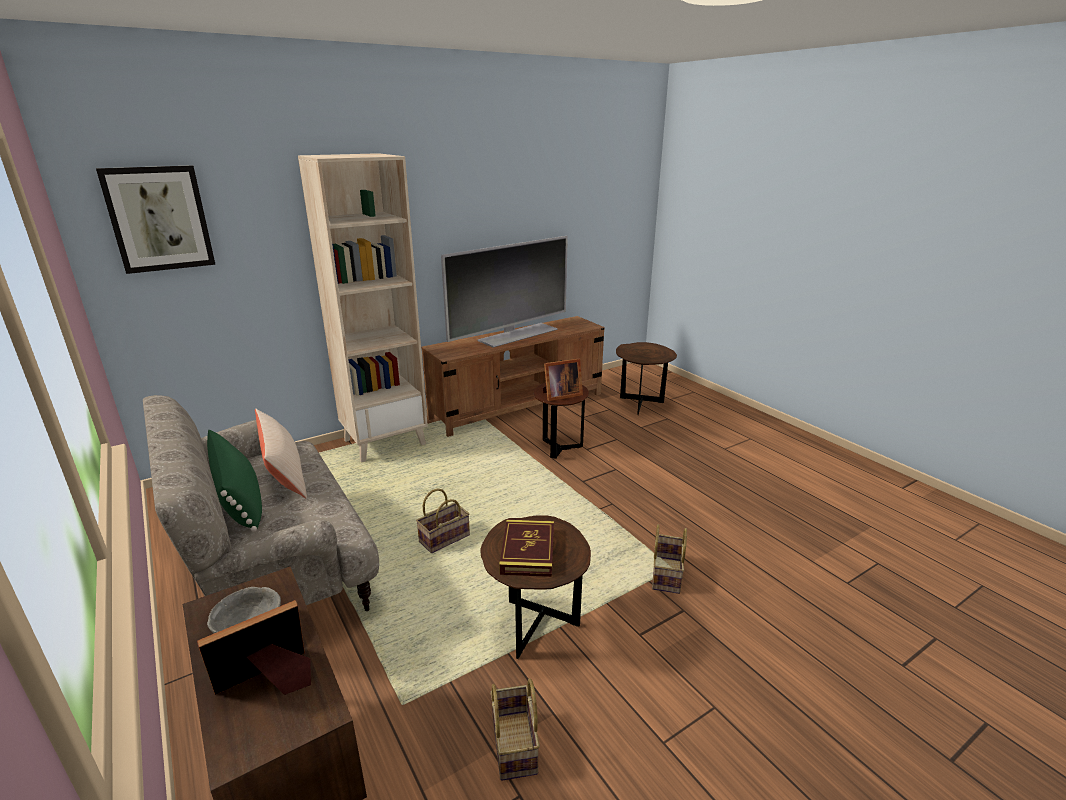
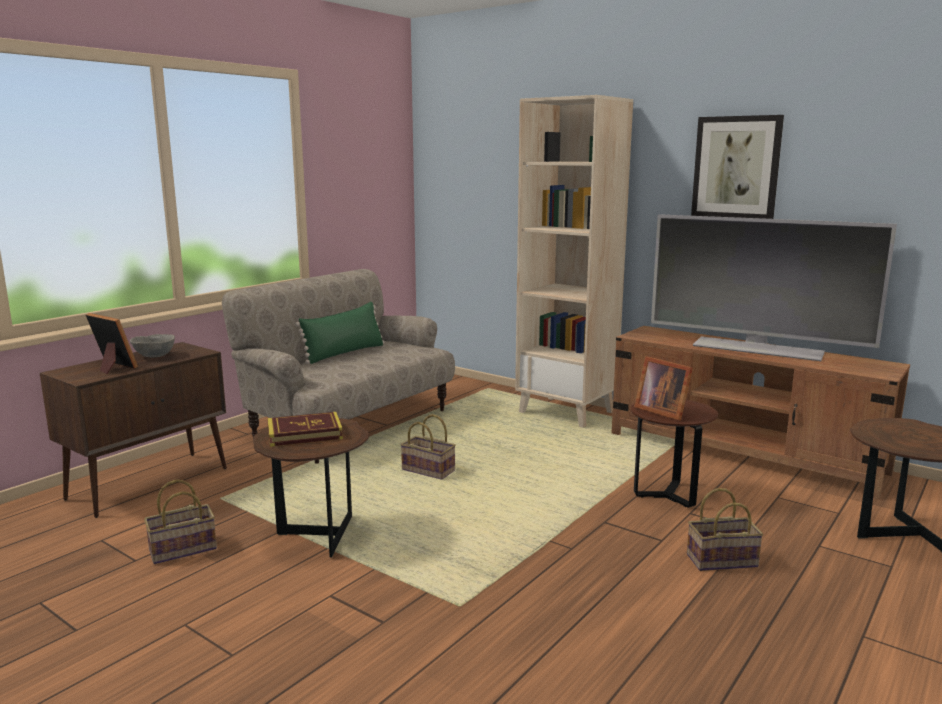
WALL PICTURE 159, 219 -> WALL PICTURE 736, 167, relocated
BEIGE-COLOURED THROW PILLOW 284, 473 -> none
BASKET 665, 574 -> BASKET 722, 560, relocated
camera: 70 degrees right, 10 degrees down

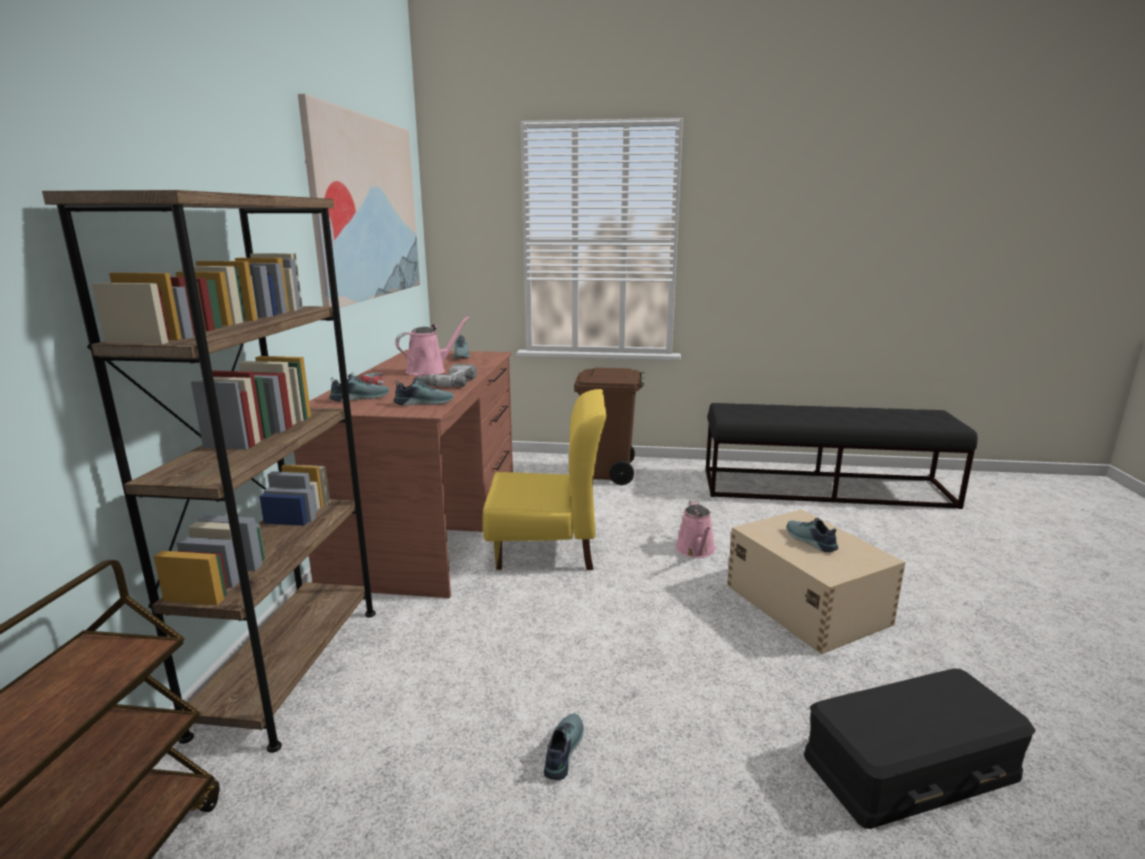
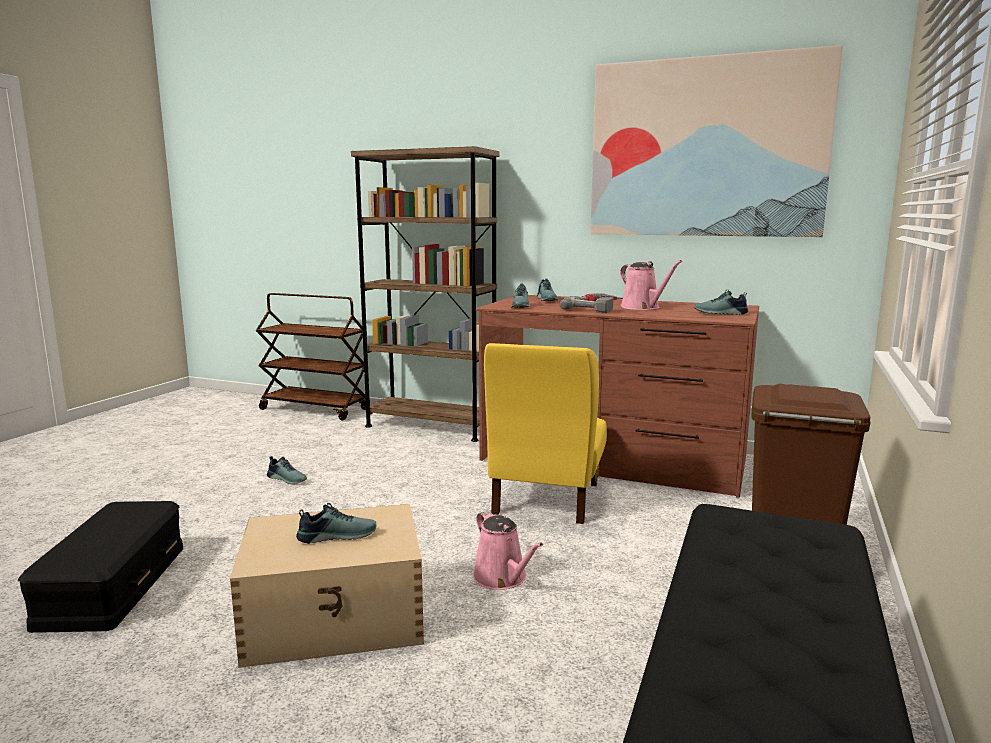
PINKISH WATERING POT 696, 550 -> PINKISH WATERING POT 502, 578, 135 degrees counterclockwise
camera: 105 degrees right, 5 degrees down

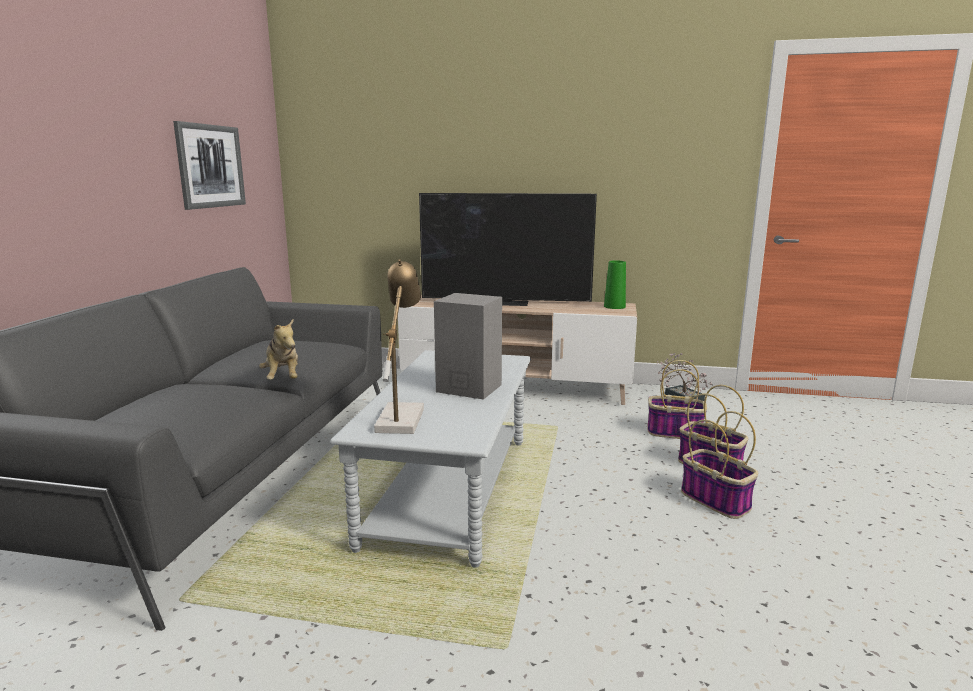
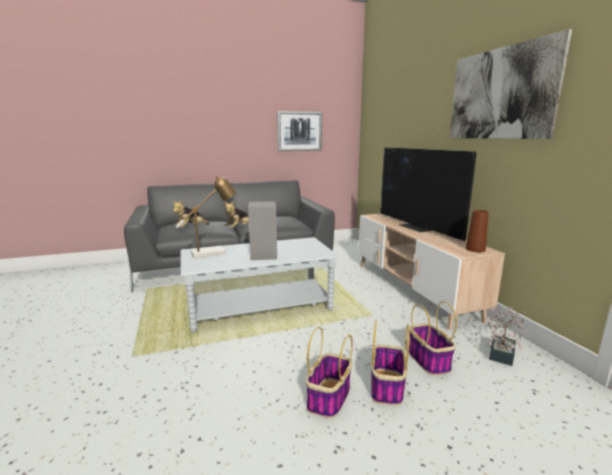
GREEN-COLOURED DECORATIVE VASE 614, 306 -> BROWN-COLOURED DECORATIVE VASE 475, 249
none -> WALL PICTURE 500, 94
none -> PLUSH TOY 191, 228
camera: 60 degrees right, 0 degrees up

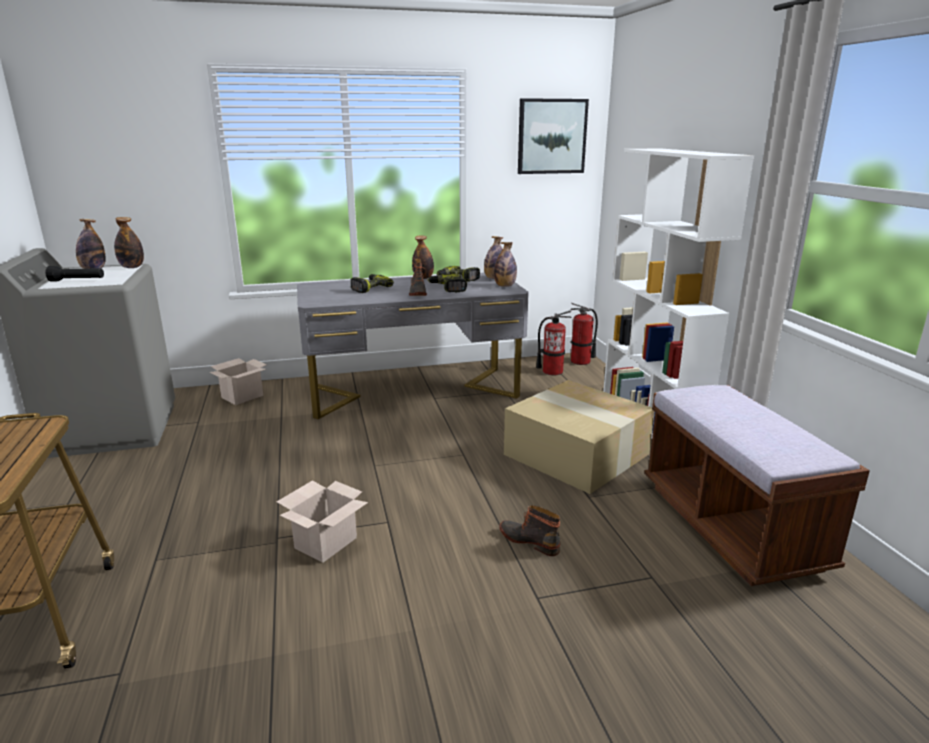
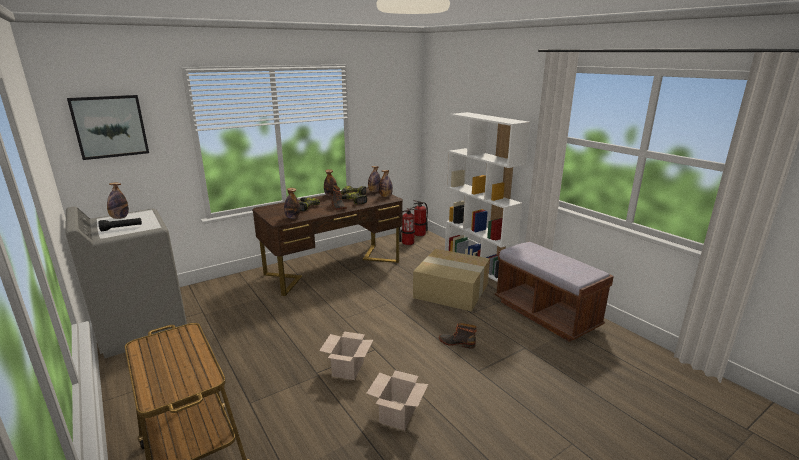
WALL PICTURE 551, 136 -> WALL PICTURE 110, 126, relocated
BEVERAGE BOTTLE 132, 267 -> BEVERAGE BOTTLE 292, 217, relocated
GRAY DESK UNIT 413, 392 -> BROWN-COLOURED DESK UNIT 333, 268
PACKING BOX 243, 396 -> PACKING BOX 397, 414, relocated
camera: 20 degrees left, 0 degrees up

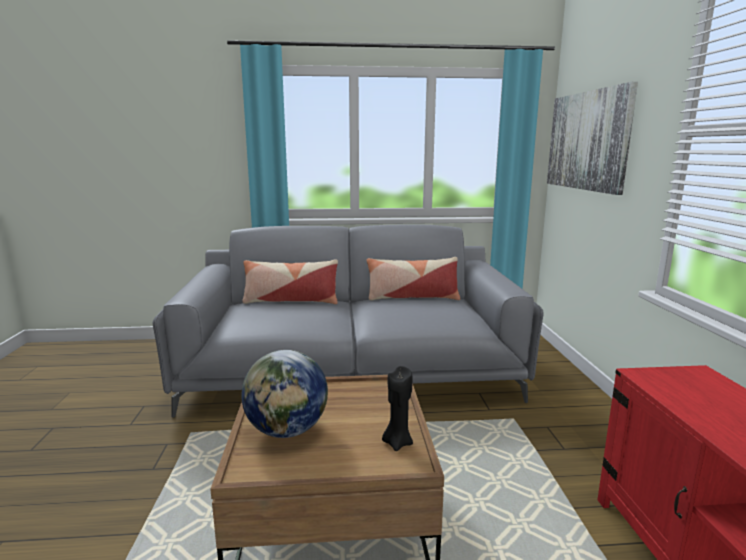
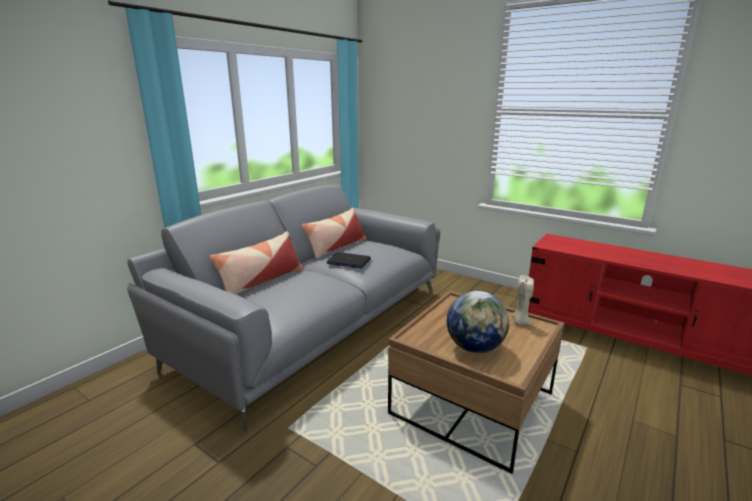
WALL PICTURE 587, 141 -> none
BLACK-COLOURED WAX LIGHT 397, 442 -> BEIGE-COLOURED WAX LIGHT 520, 322
none -> PORTABLE COMPUTER 348, 261
camera: 50 degrees left, 5 degrees up

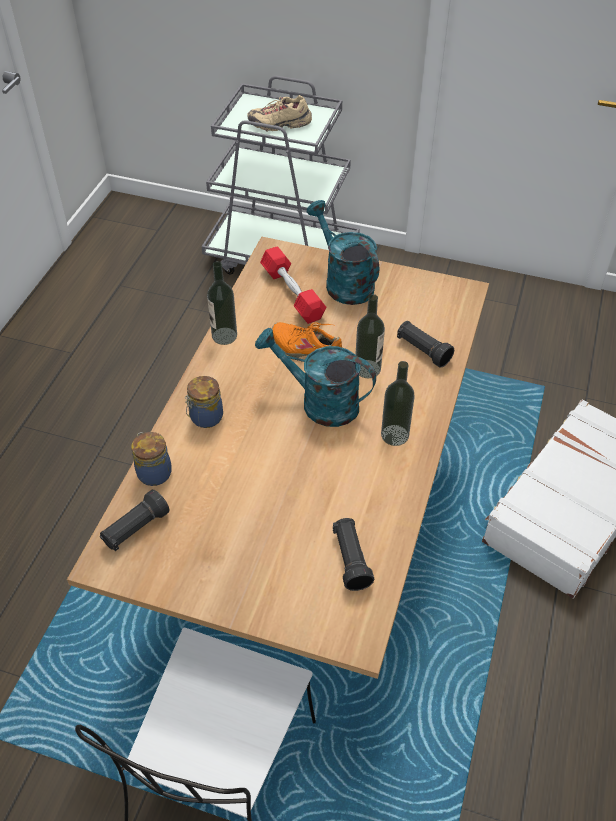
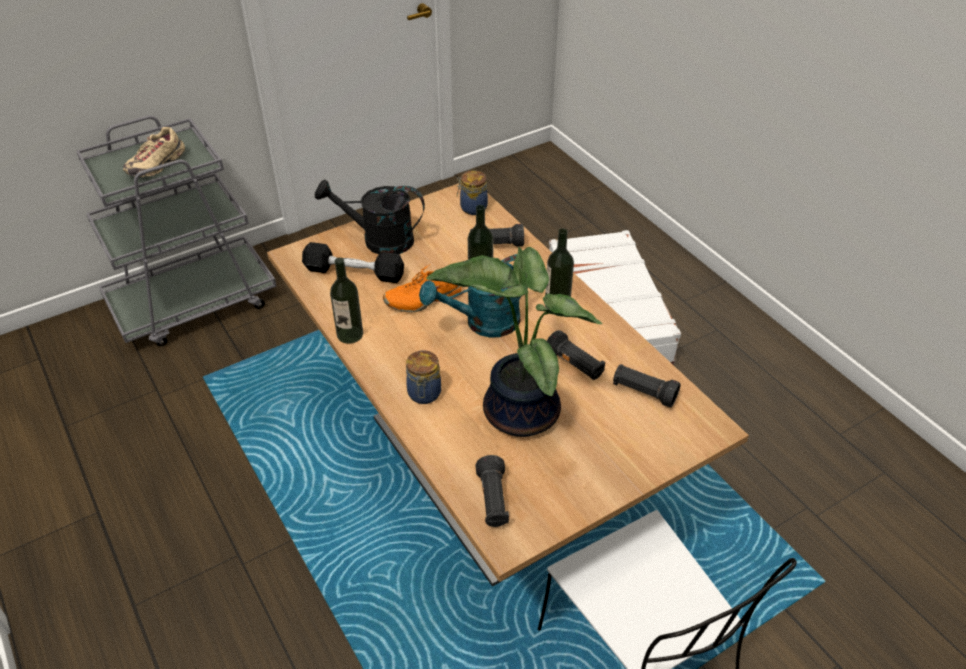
TURQUOISE-COLOURED WATERING POT 343, 282 -> BLACK-COLOURED WATERING POT 379, 240
RED HAND WEIGHT 292, 293 -> BLACK-COLOURED HAND WEIGHT 354, 272
STORAGE JAR 153, 472 -> STORAGE JAR 472, 208, relocated
none -> POTTED PLANT 517, 410
none -> BLACK-COLOURED FLASHLIGHT 575, 365
camera: 50 degrees left, 5 degrees down

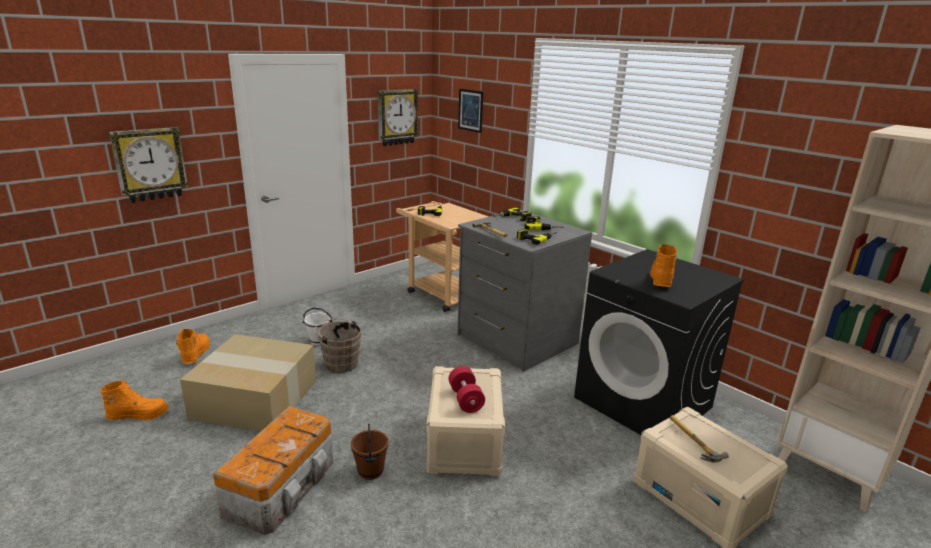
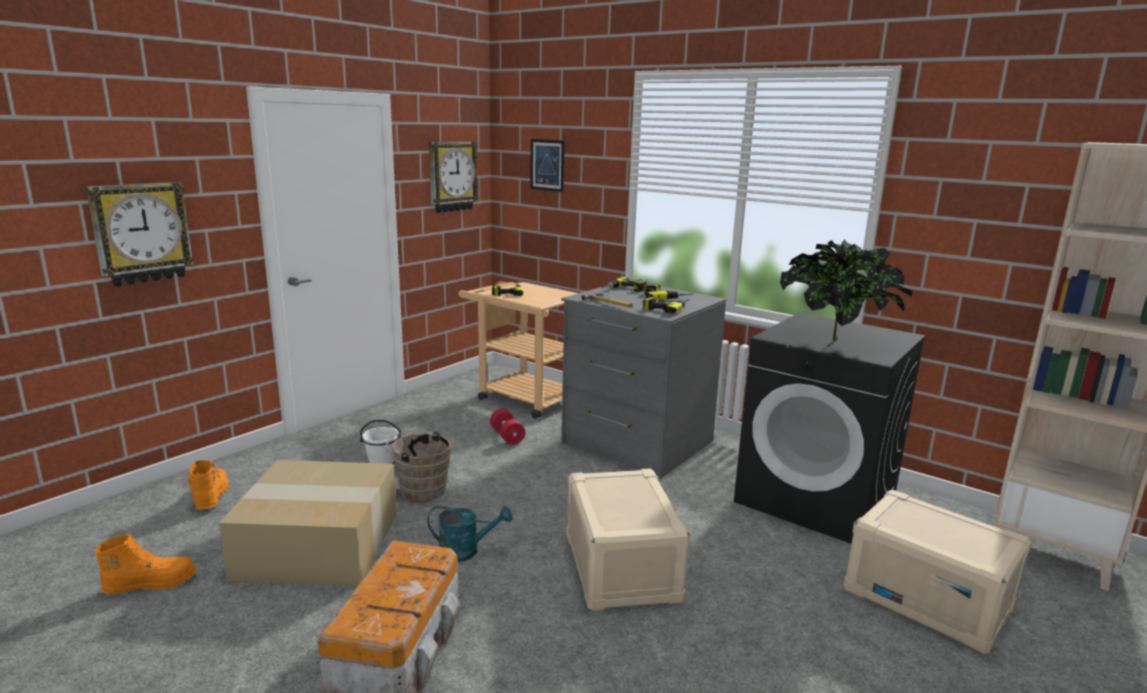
ORANGEY HIGH-TOP BOOT 661, 279 -> POTTED PLANT 837, 340
RED HAND WEIGHT 465, 399 -> RED HAND WEIGHT 507, 436, relocated
TOOL HAMMER 691, 442 -> none
BROWN-COLOURED PAIL 370, 471 -> none
none -> TURQUOISE-COLOURED WATERING POT 466, 551
camera: 10 degrees left, 5 degrees down

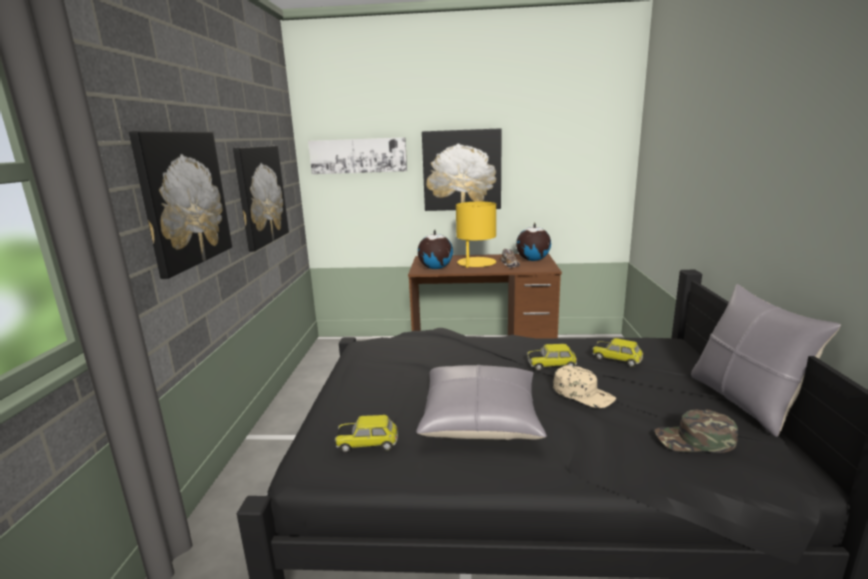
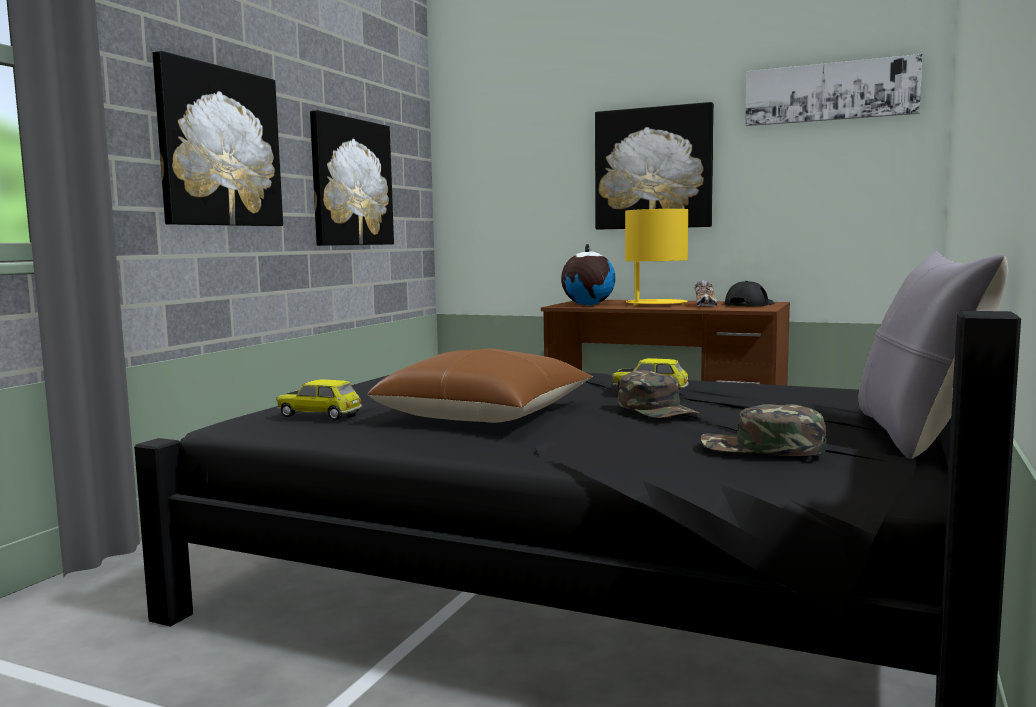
WALL PICTURE 358, 155 -> WALL PICTURE 830, 92, relocated
WORLD GLOBE 532, 260 -> BLACK-COLOURED PEAKED CAP 749, 304
MINIATURE CAR 617, 358 -> none
GRAY THROW PILLOW 480, 418 -> BROWN-COLOURED THROW PILLOW 485, 415
BEIGE-COLOURED PEAKED CAP 583, 393 -> GREEN-COLOURED PEAKED CAP 657, 409
camera: 20 degrees right, 10 degrees down

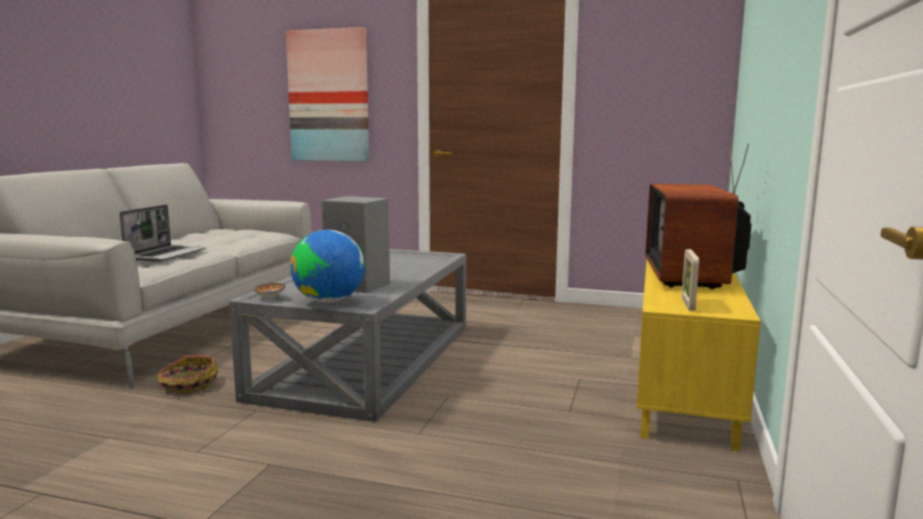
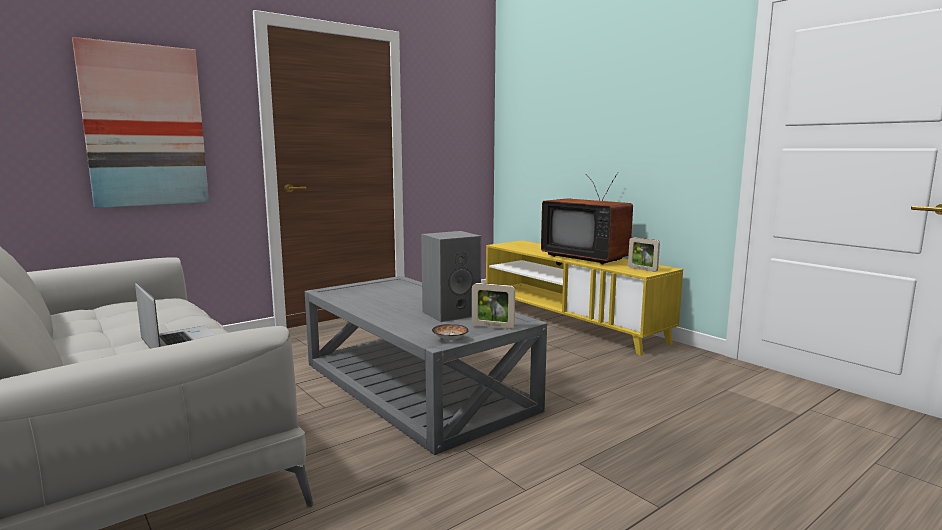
WORLD GLOBE 329, 301 -> STANDING FRAME 493, 326
BASKET 188, 385 -> none
camera: 55 degrees left, 0 degrees up

